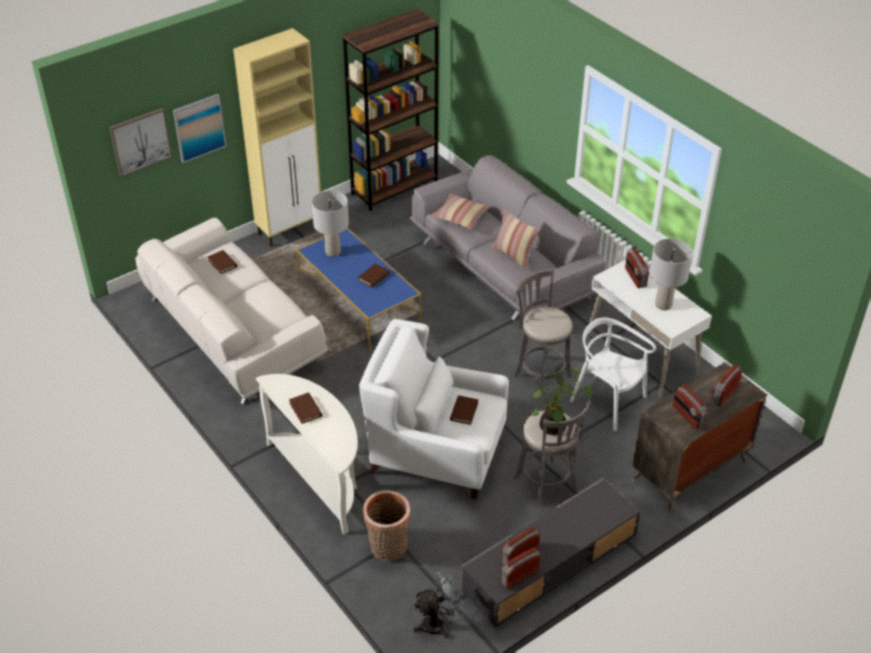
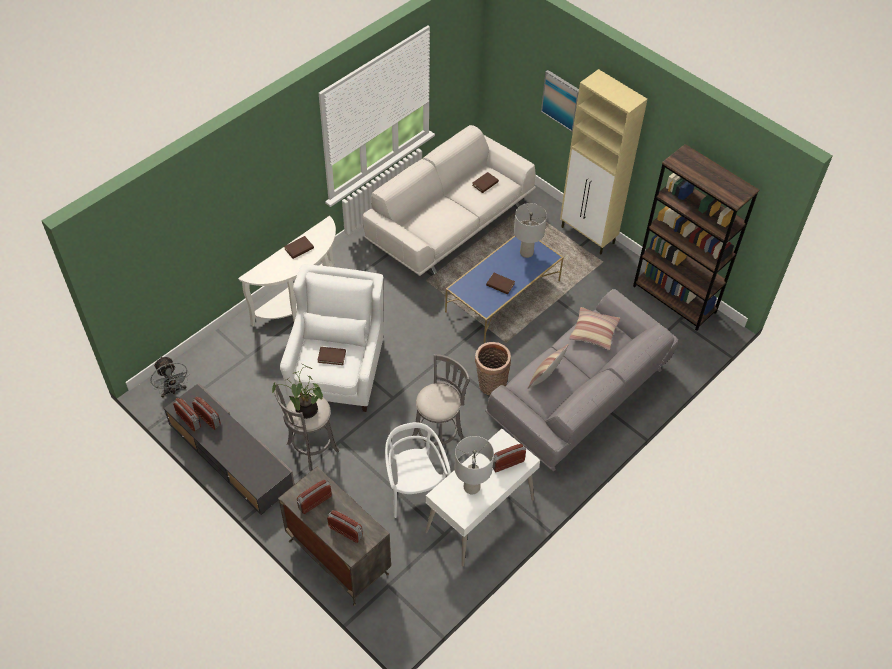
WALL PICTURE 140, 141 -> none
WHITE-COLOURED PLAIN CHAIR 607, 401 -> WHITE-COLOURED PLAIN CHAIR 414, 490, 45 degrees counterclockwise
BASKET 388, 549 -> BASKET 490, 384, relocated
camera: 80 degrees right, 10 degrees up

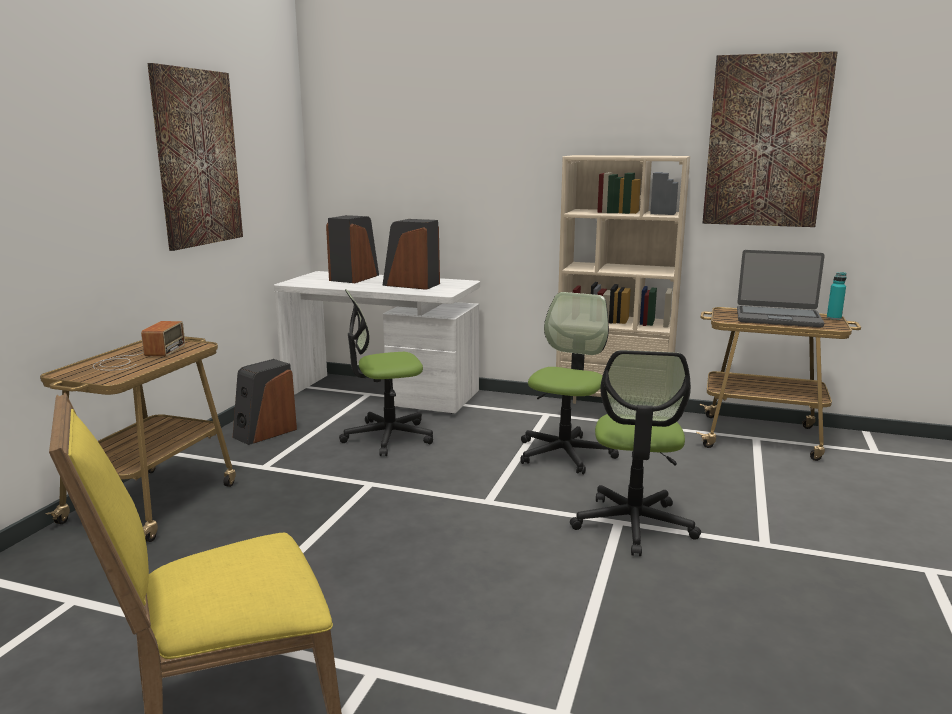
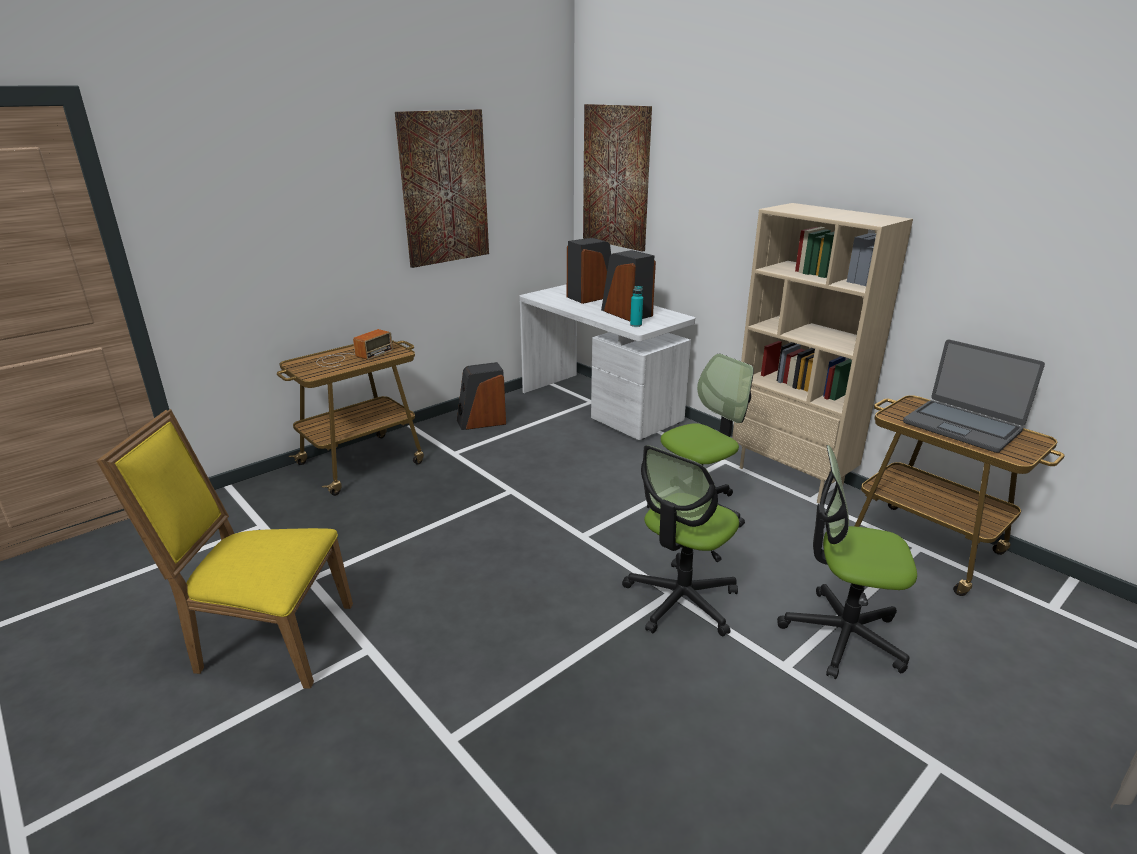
WALL PICTURE 766, 142 -> WALL PICTURE 616, 177, relocated
TURQUOISE-COLOURED BEVERAGE BOTTLE 834, 318 -> TURQUOISE-COLOURED BEVERAGE BOTTLE 636, 325, relocated
DESK CHAIR 387, 437 -> DESK CHAIR 842, 635, relocated
camera: 30 degrees right, 10 degrees up

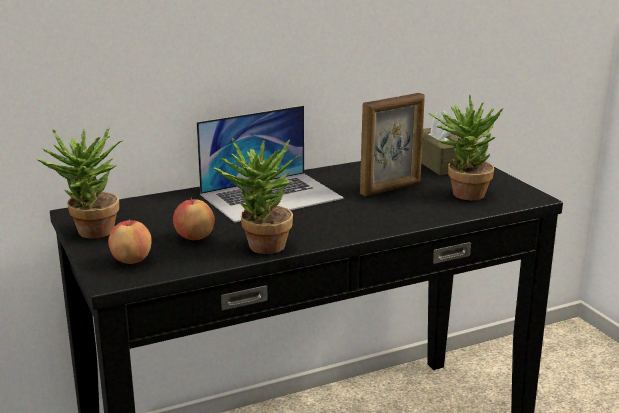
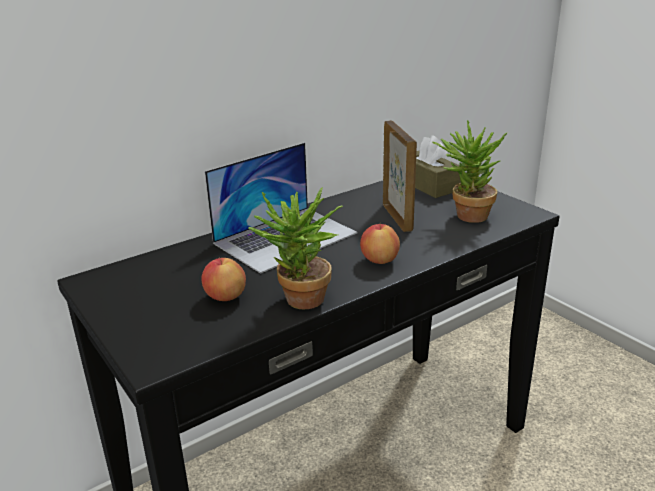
STANDING FRAME 391, 189 -> STANDING FRAME 397, 217, 60 degrees counterclockwise
POTTED PLANT 90, 234 -> none
WHOLE APPLE 132, 260 -> WHOLE APPLE 379, 260, relocated
camera: 10 degrees left, 5 degrees up

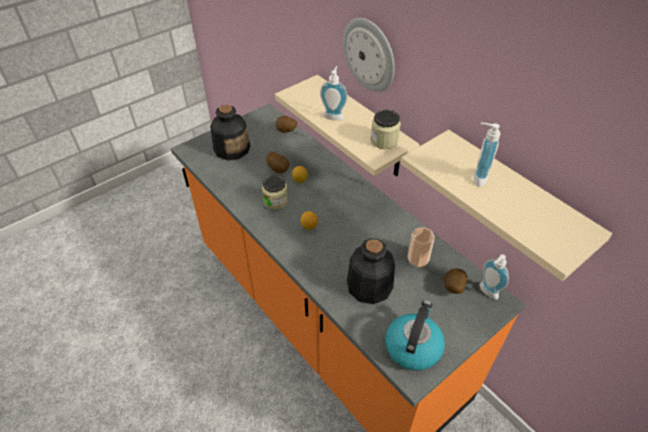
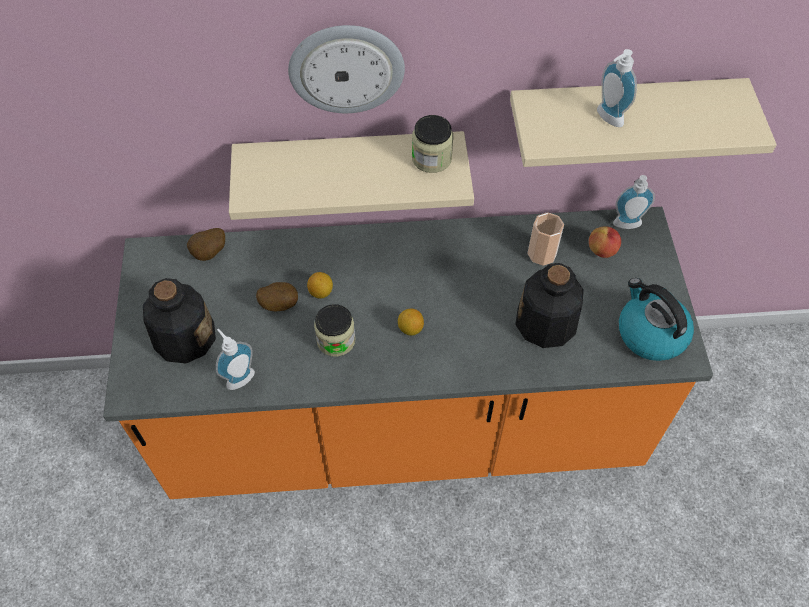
SOAP BOTTLE 333, 115 -> SOAP BOTTLE 238, 376, relocated
POTATO 452, 288 -> WHOLE APPLE 602, 250
camera: 55 degrees left, 10 degrees up

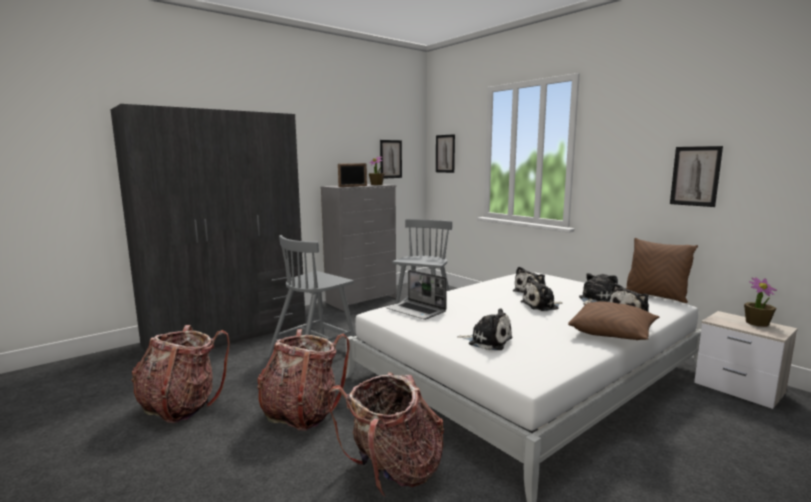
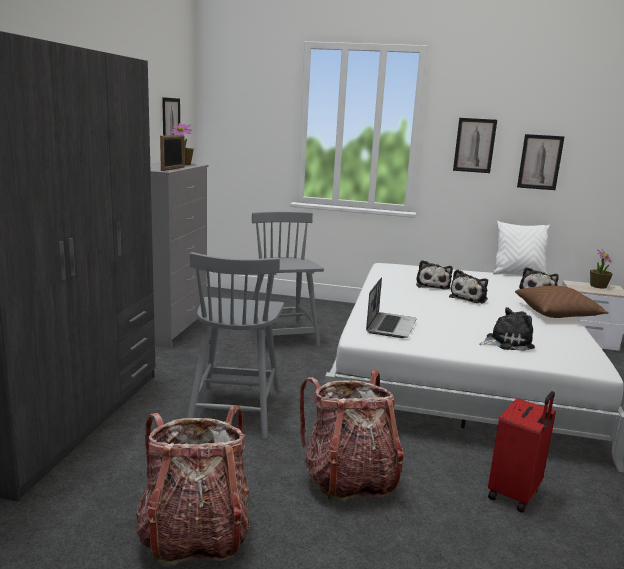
WALL PICTURE 445, 153 -> WALL PICTURE 474, 145, relocated
BROWN-COLOURED THROW PILLOW 655, 296 -> WHITE-COLOURED THROW PILLOW 518, 274
PORTABLE COMPUTER 417, 311 -> PORTABLE COMPUTER 390, 326, 75 degrees counterclockwise
PLUSH TOY 596, 299 -> none
BACKPACK 393, 471 -> RED TRAVEL CASE 515, 494
camera: 40 degrees left, 5 degrees up

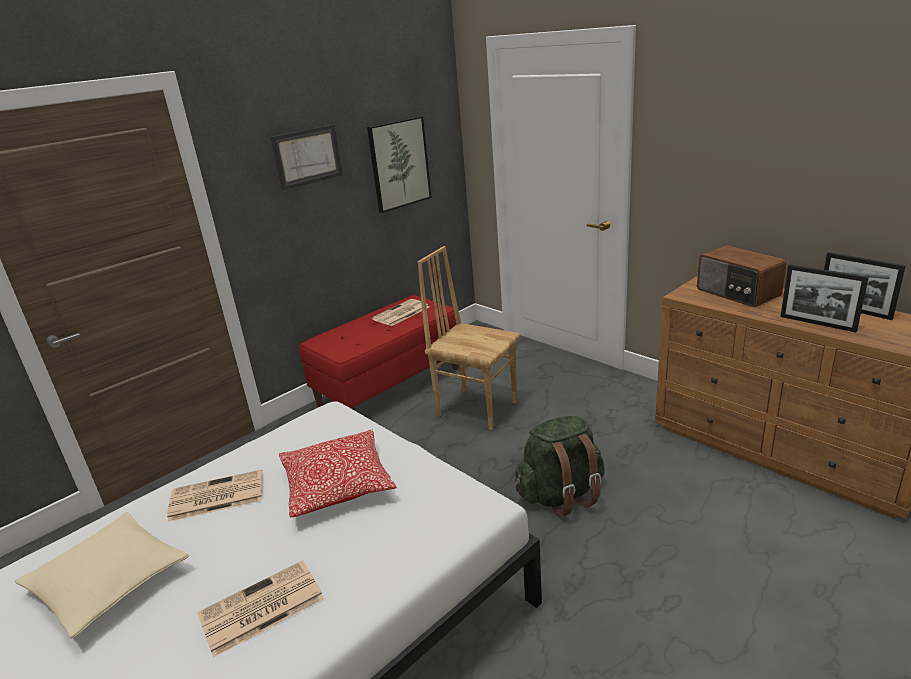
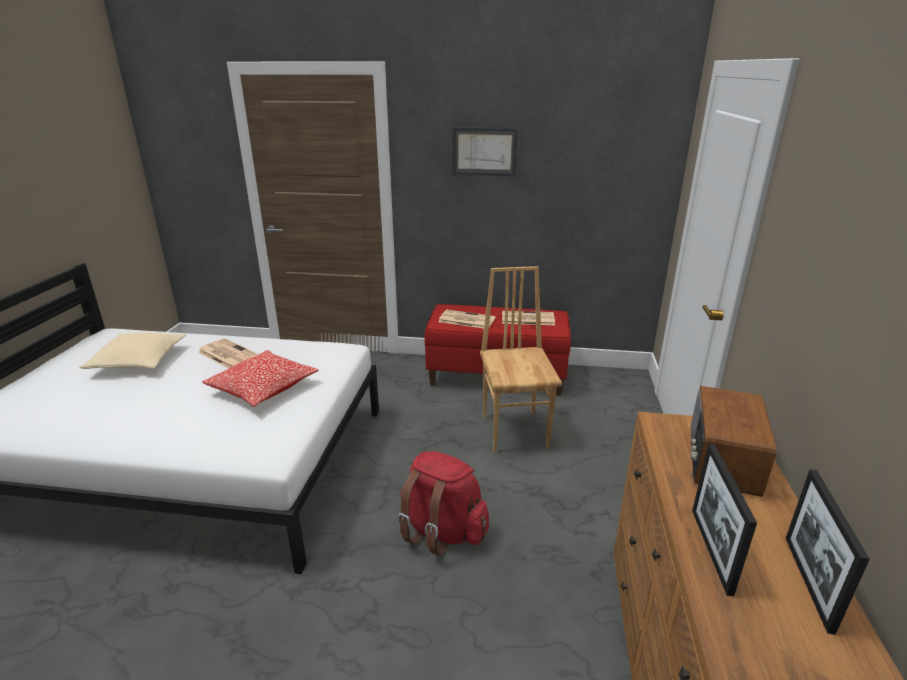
WALL PICTURE 399, 164 -> none
GREEN-COLOURED BACKPACK 561, 495 -> RED BACKPACK 441, 531
NEWSPAPER 260, 609 -> NEWSPAPER 466, 320, relocated
camera: 50 degrees right, 0 degrees up

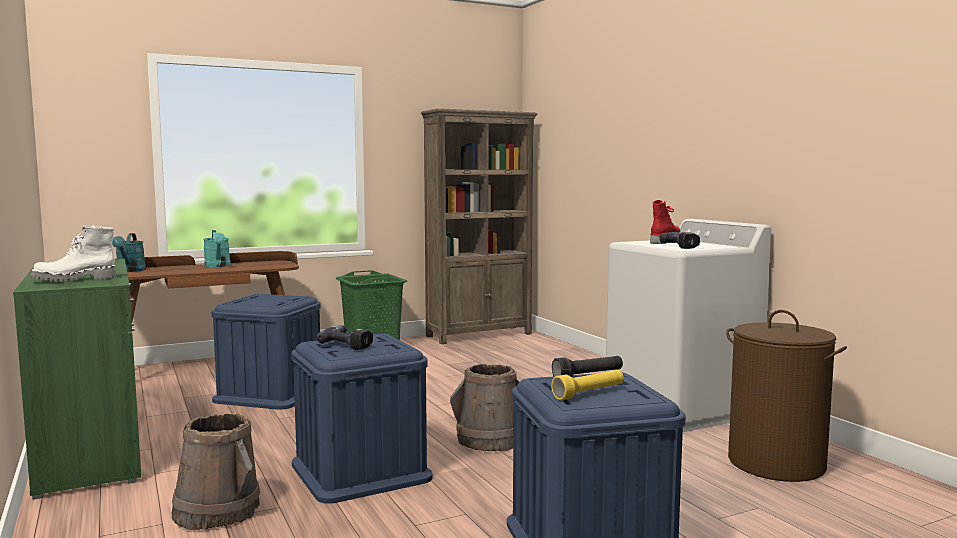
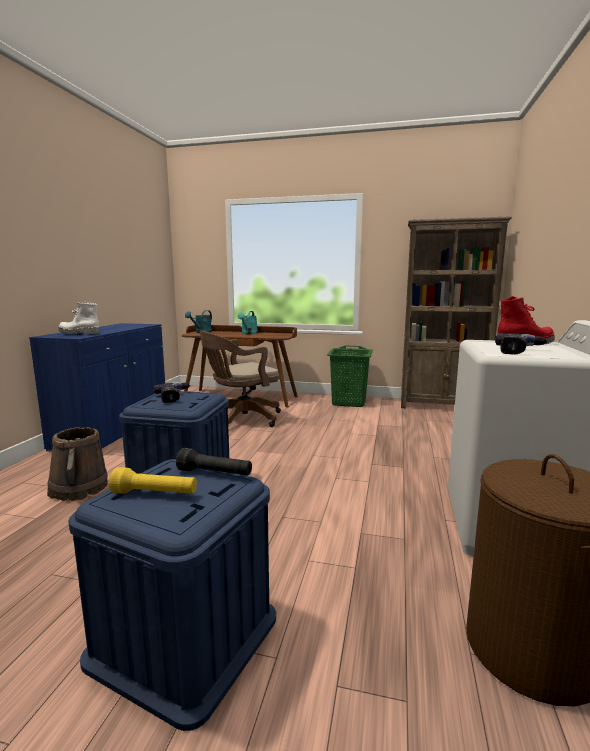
GREEN-COLOURED CABINET 91, 449 -> BLUISH CABINET 114, 430
BLUISH STORAGE CONTAINER 270, 393 -> BROWN-COLOURED DESK CHAIR 241, 419
BROWN-COLOURED PAIL 490, 440 -> none
camera: 40 degrees right, 5 degrees up

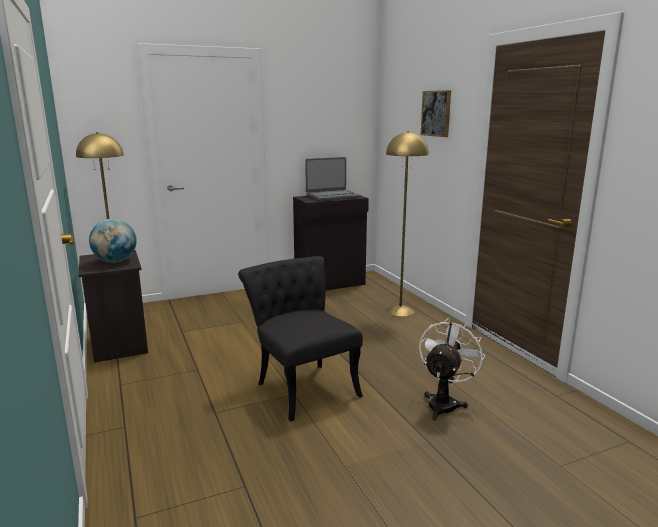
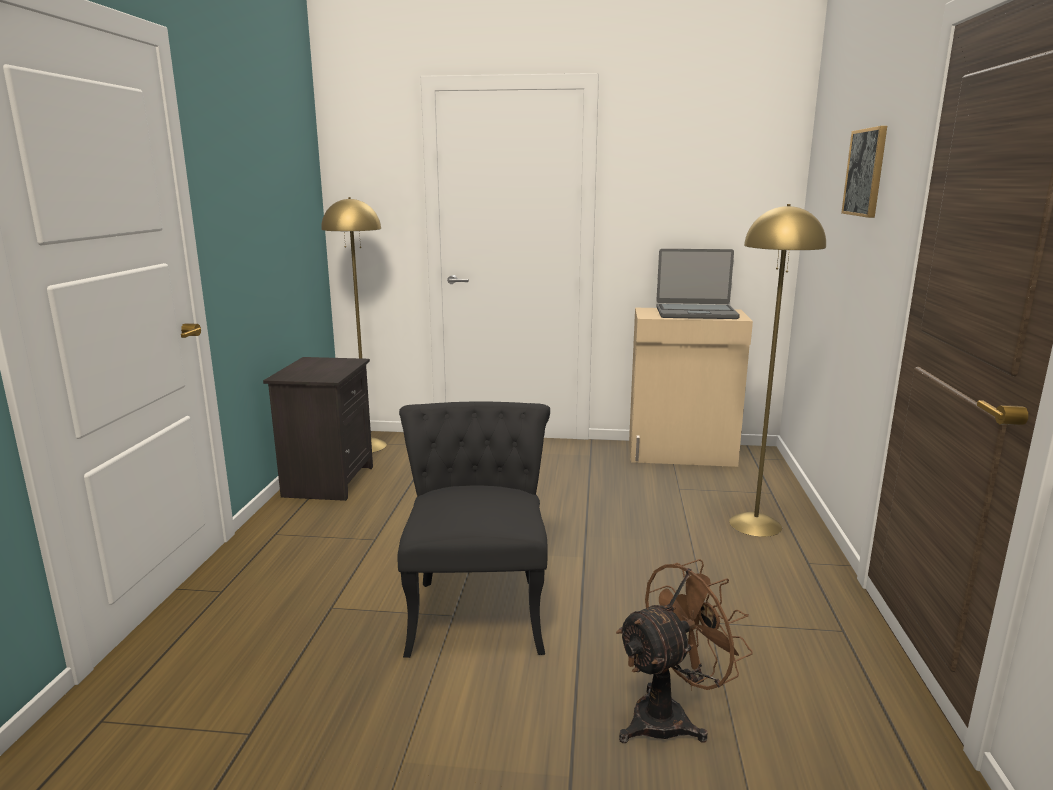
BLACK-COLOURED CABINET 330, 284 -> BEIGE-COLOURED CABINET 682, 454
WORLD GLOBE 115, 261 -> none
WHITE-COLOURED FAN 444, 403 -> BROWN-COLOURED FAN 670, 717
camera: 30 degrees right, 0 degrees up

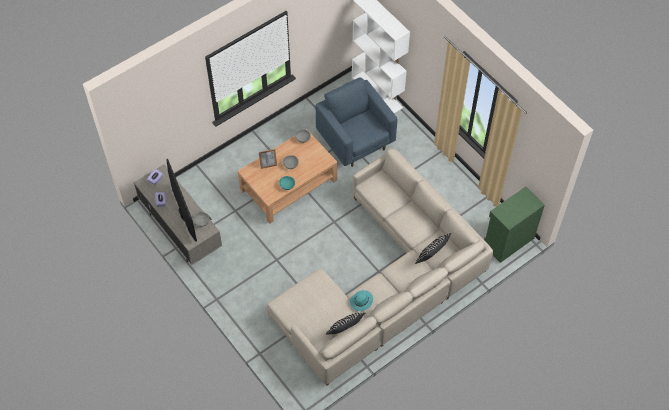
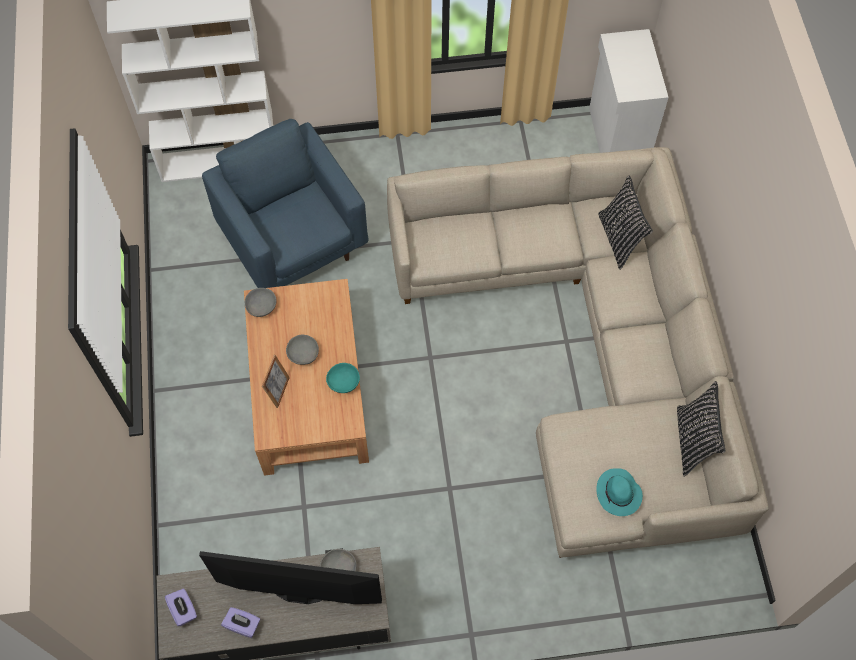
BLUISH EASY CHAIR 356, 141 -> BLUISH EASY CHAIR 294, 242, 60 degrees clockwise
GREEN-COLOURED CABINET 508, 241 -> WHITE-COLOURED CABINET 616, 138
TURQUOISE-COLOURED CLOTHING HAT 361, 301 -> TURQUOISE-COLOURED CLOTHING HAT 619, 494, relocated
camera: 60 degrees left, 5 degrees up

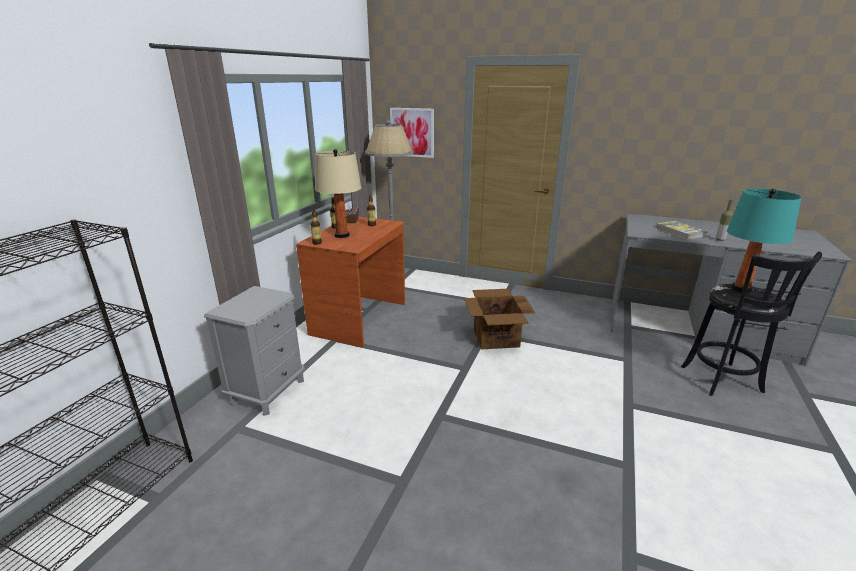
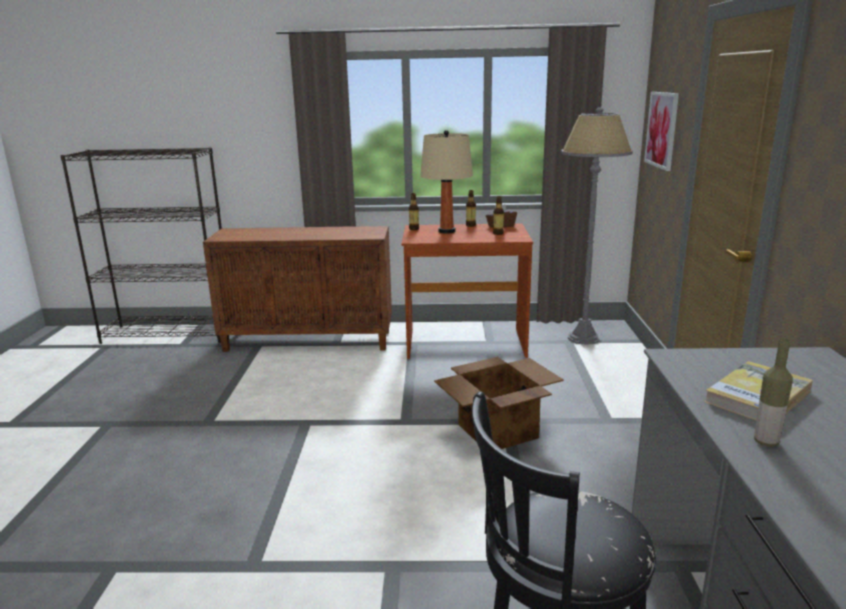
TURQUOISE-COLOURED TABLETOP LAMP 741, 289 -> none
GRAY NIGHTSTAND 268, 391 -> BROWN-COLOURED CABINET 309, 341
camera: 70 degrees right, 5 degrees down

